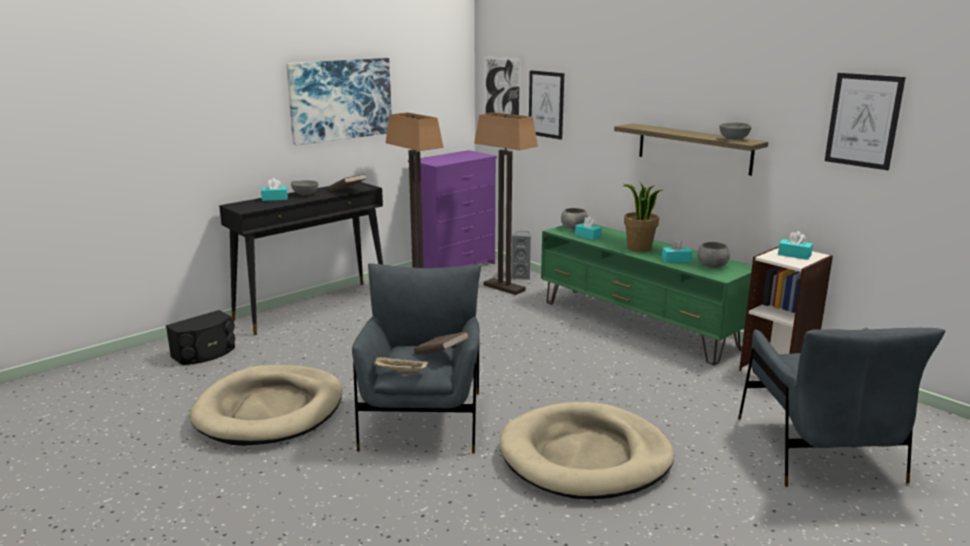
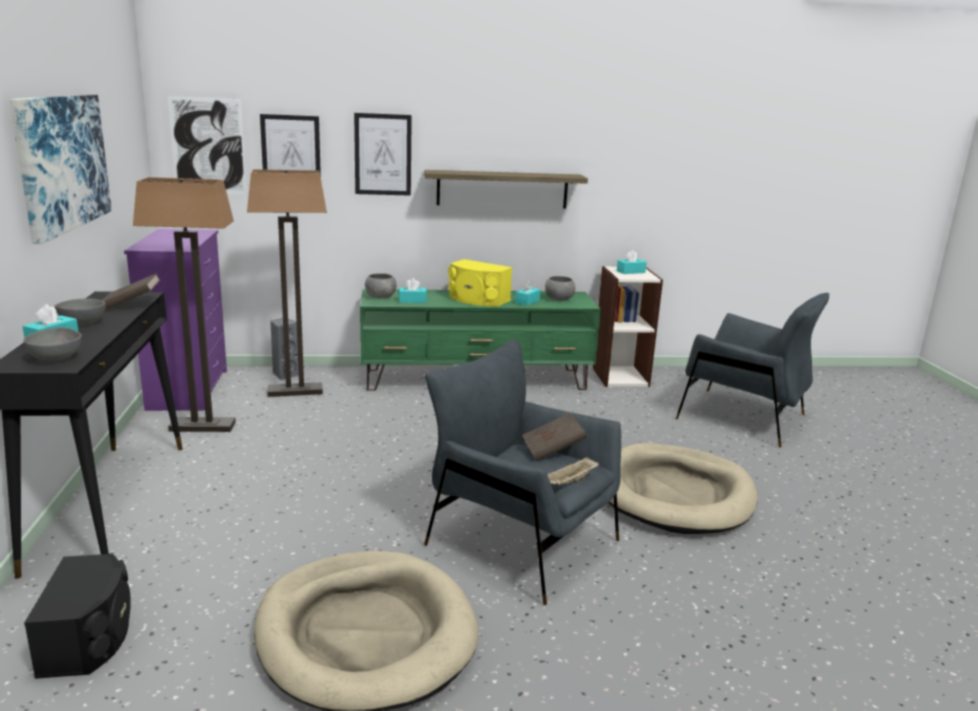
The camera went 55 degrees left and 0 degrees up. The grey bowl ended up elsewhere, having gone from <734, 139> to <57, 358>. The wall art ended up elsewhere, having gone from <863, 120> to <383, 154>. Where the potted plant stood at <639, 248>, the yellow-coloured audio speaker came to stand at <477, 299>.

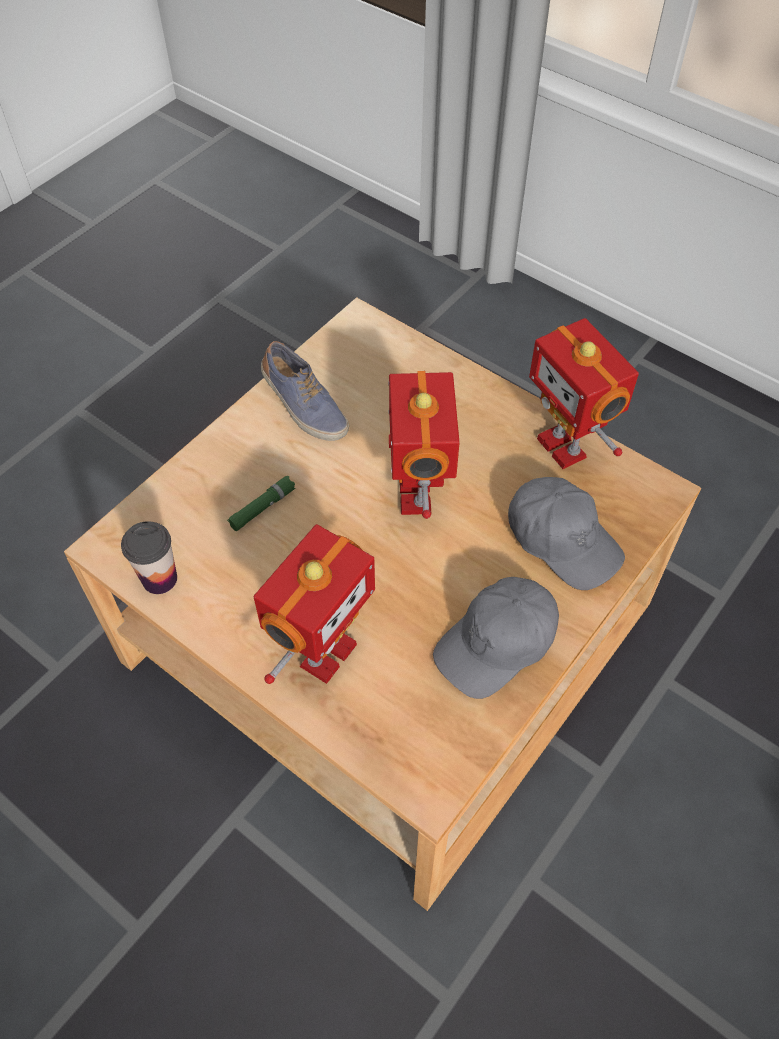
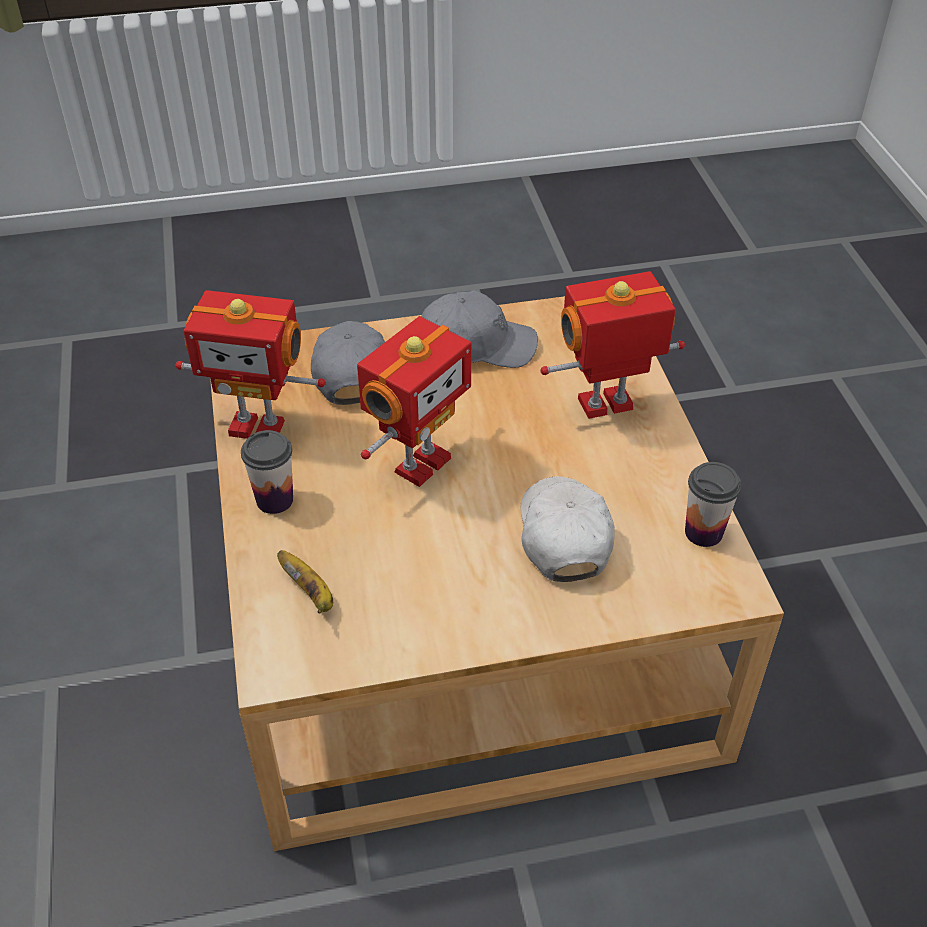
The camera went 140 degrees left and 10 degrees down. The second view lost the low shoe at <303, 406>. The second view gained the drinking cup at <274, 500>. The second view gained the banana fruit at <310, 593>. Where the green torch stood at <262, 507>, the whitish baseball cap came to stand at <564, 536>. The toy robot at <564, 446> ended up facing another way, 90 degrees clockwise from before.

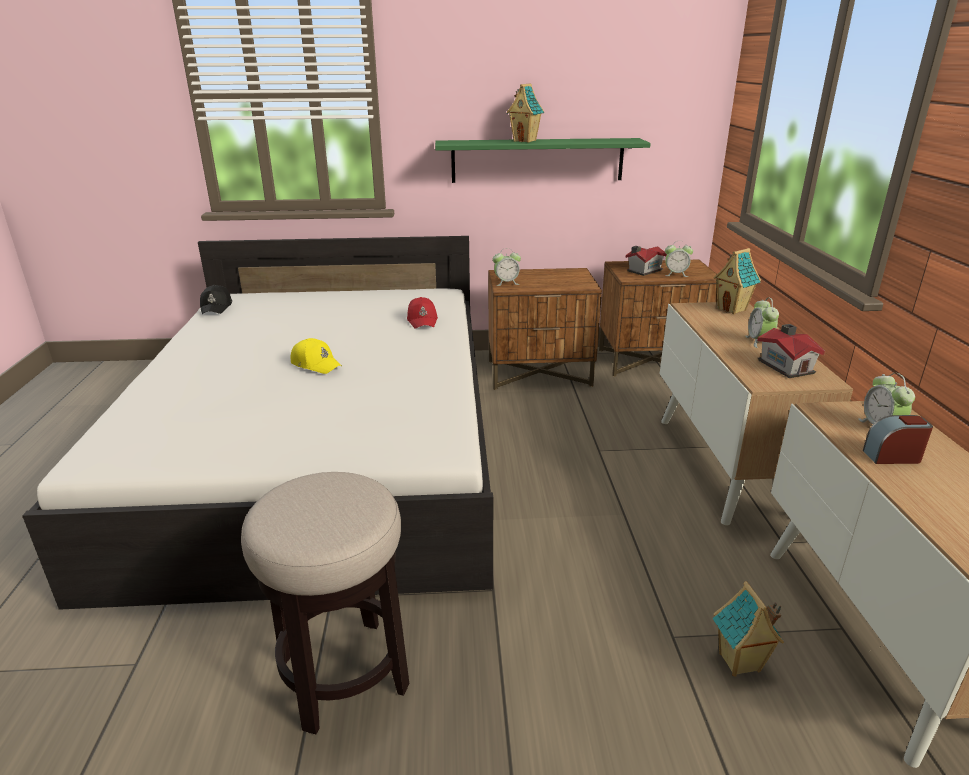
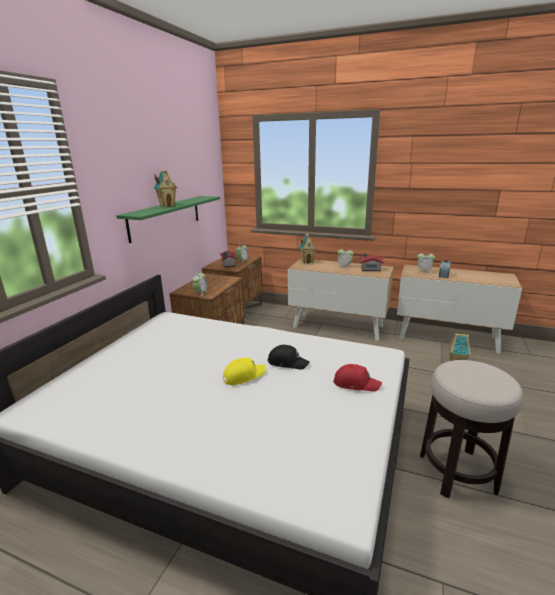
The camera went 65 degrees left and 5 degrees down. The black baseball cap ended up elsewhere, having gone from <217, 307> to <287, 362>. The red-coloured baseball cap ended up elsewhere, having gone from <422, 320> to <356, 383>.

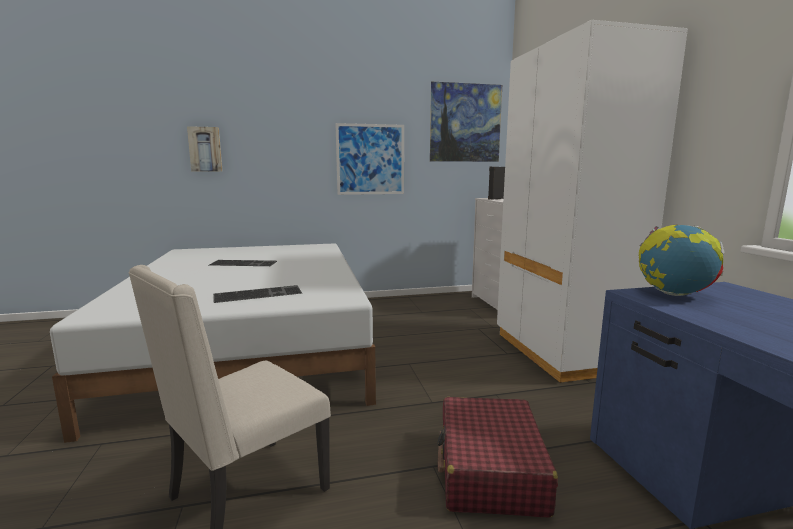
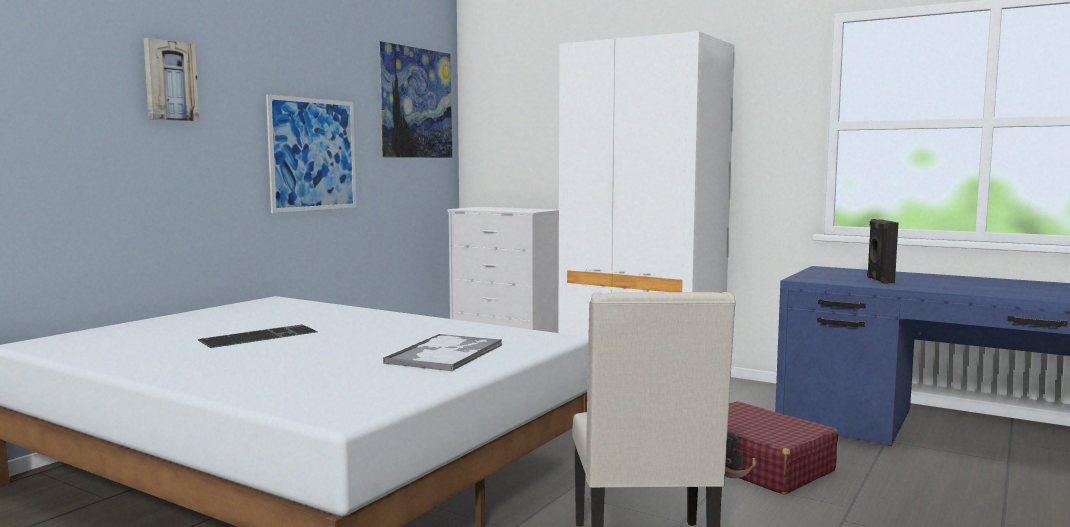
The camera went 45 degrees left and 5 degrees down. The second view lost the desk globe at <674, 294>. The wall art ended up elsewhere, having gone from <205, 149> to <170, 81>. The black audio speaker ended up elsewhere, having gone from <496, 199> to <879, 280>. Where the computer keyboard stood at <259, 293>, the tray came to stand at <446, 354>.

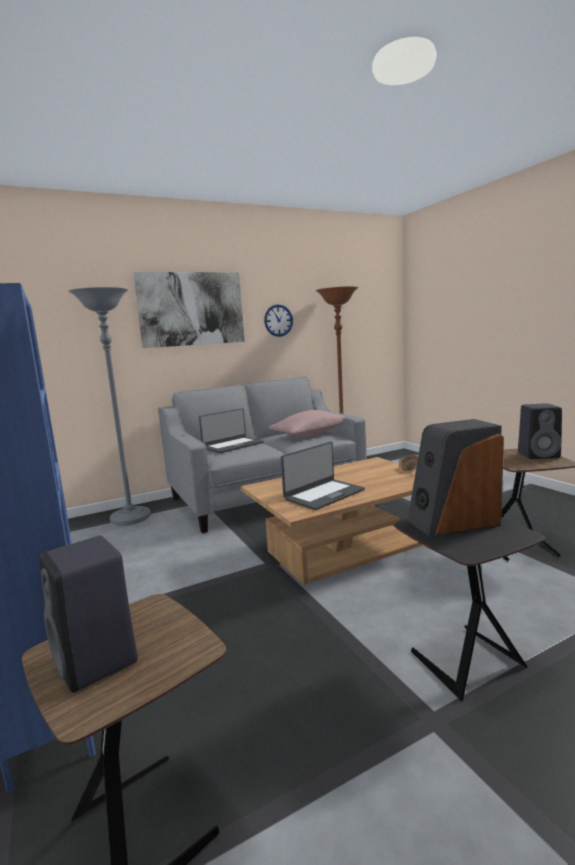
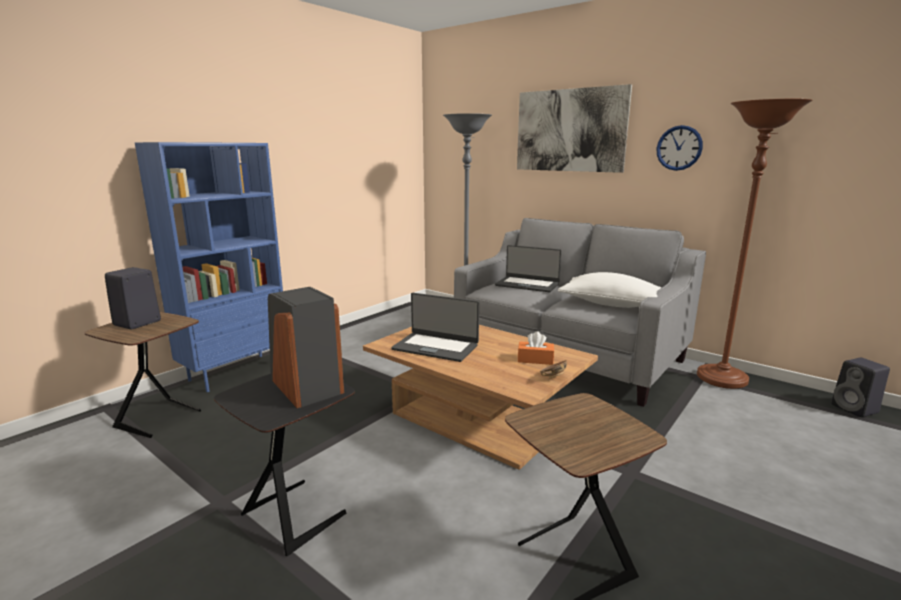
The camera went 65 degrees right and 5 degrees up. The second view gained the orange-coloured tissue box at <535, 360>. The black audio speaker ended up elsewhere, having gone from <539, 455> to <856, 409>. What was the pink-coloured throw pillow at <310, 434> turned into the whitish throw pillow at <611, 304>.

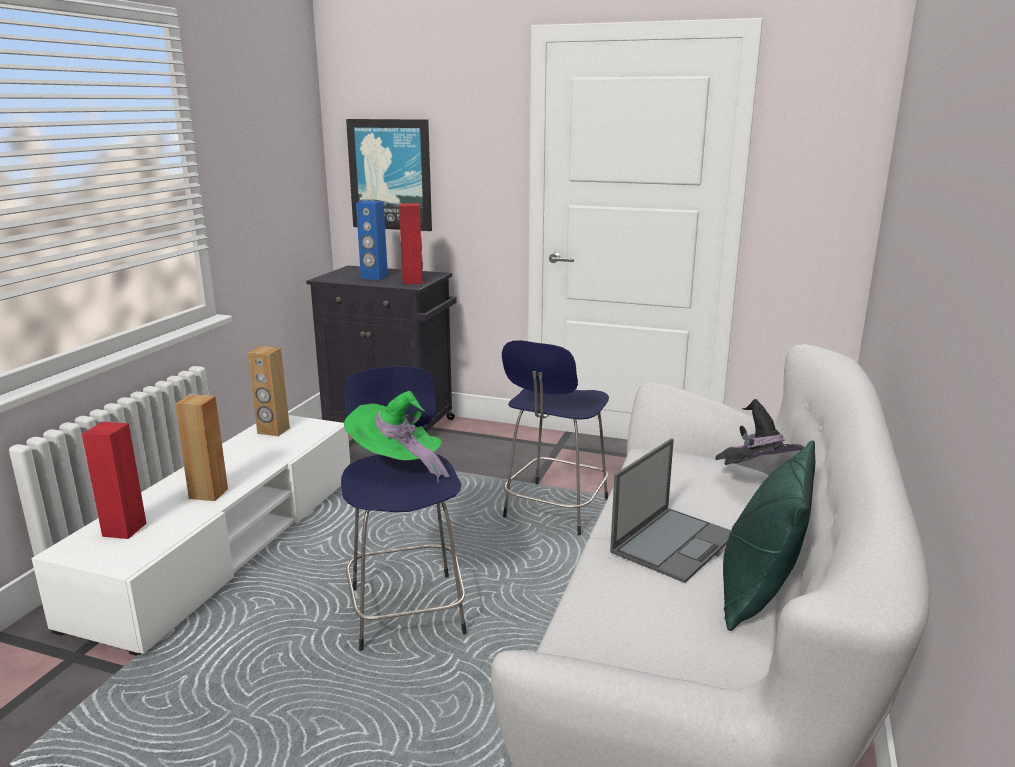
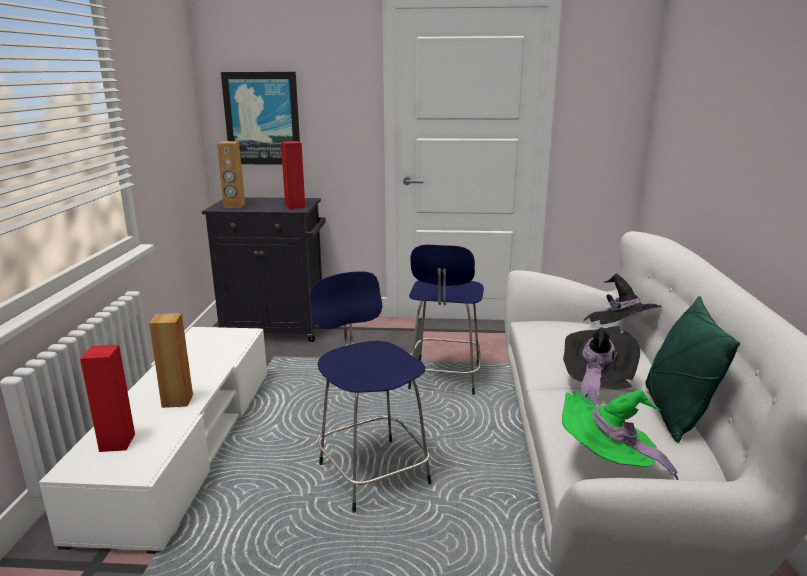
The camera went 15 degrees left and 0 degrees up. The second view lost the blue-coloured audio speaker at <374, 277>. The brown-coloured audio speaker ended up elsewhere, having gone from <273, 431> to <234, 206>. The green wearable hat ended up elsewhere, having gone from <397, 464> to <608, 464>. Where the portable computer stood at <674, 543>, the black wearable hat came to stand at <595, 386>.

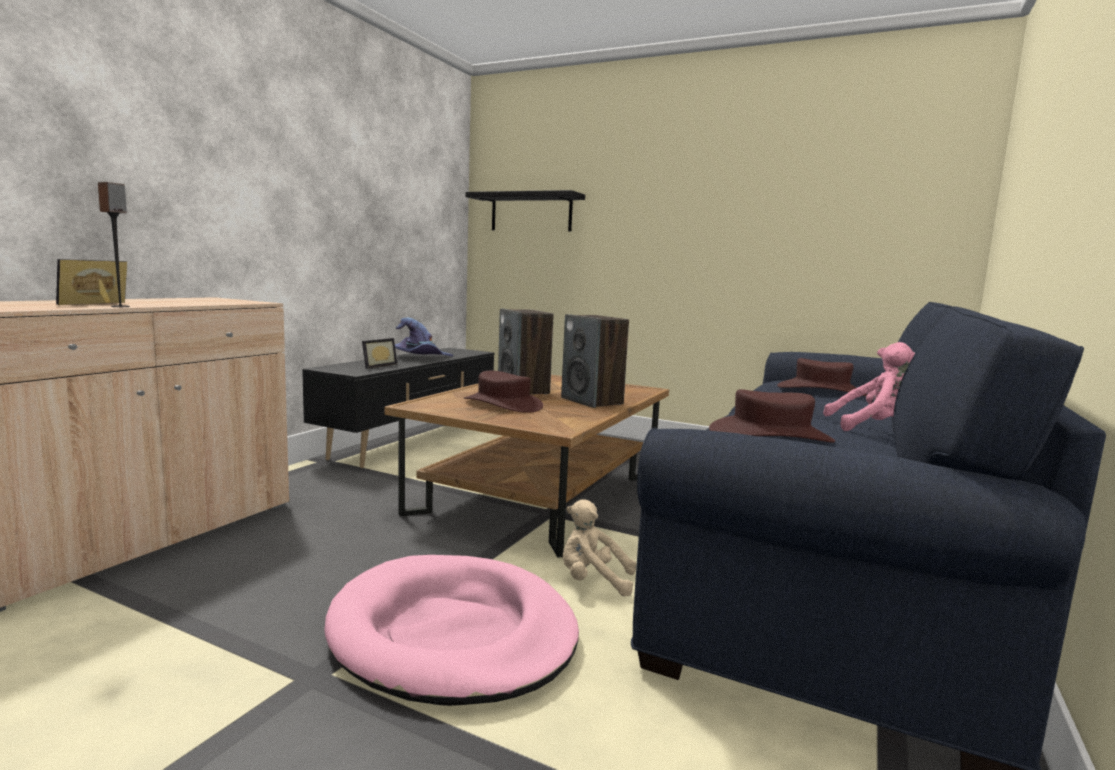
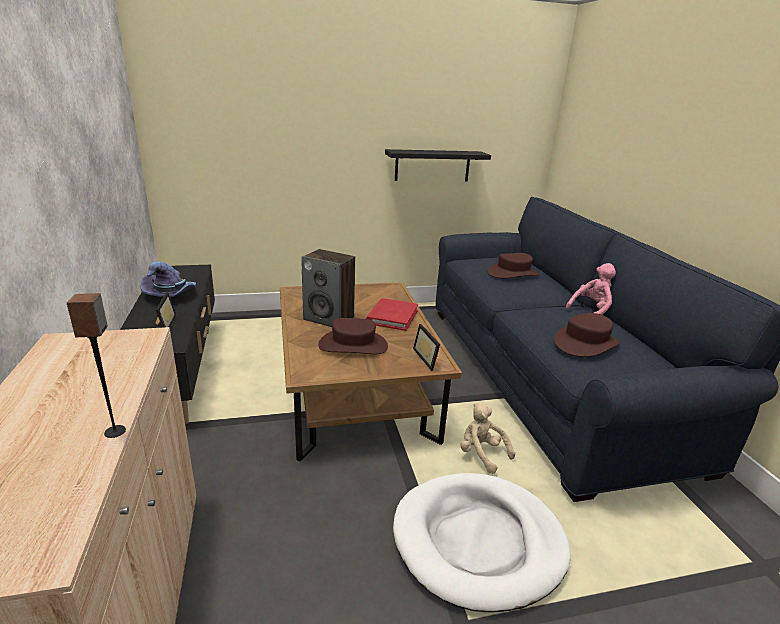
The camera went 40 degrees left and 15 degrees up. The standing frame ended up elsewhere, having gone from <100, 304> to <429, 358>. The black bracket shelf ended up elsewhere, having gone from <531, 213> to <432, 165>. Where the audio speaker stood at <592, 401>, the red-coloured bound book came to stand at <392, 317>. What was the pink-coloured dog bed at <453, 634> turned into the whitish dog bed at <478, 541>. The sand-coloured soft toy at <593, 581> ended up facing another way, 75 degrees clockwise from before.

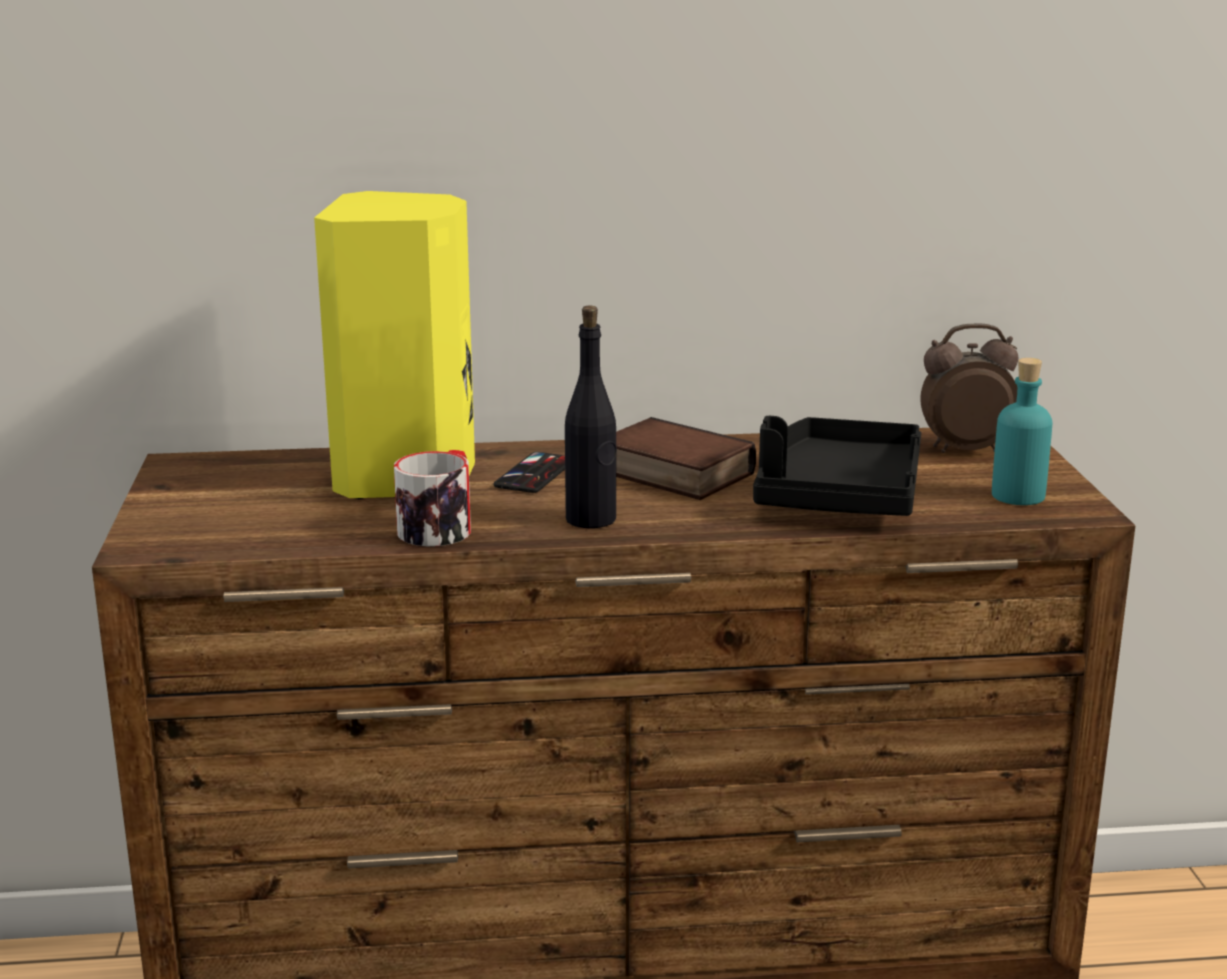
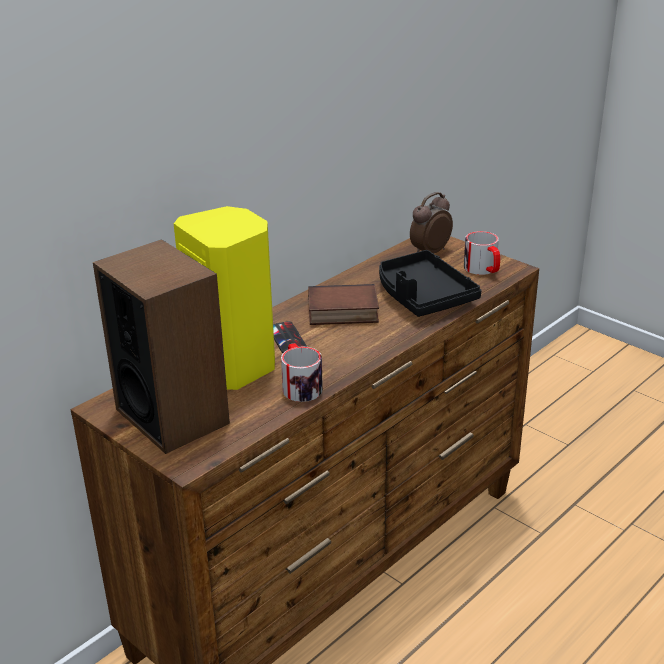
The camera went 40 degrees left and 10 degrees up. The second view lost the black drink bottle at <591, 520>. The second view gained the audio speaker at <172, 416>. Where the turquoise drink bottle stood at <1017, 496>, the mug came to stand at <483, 269>.

